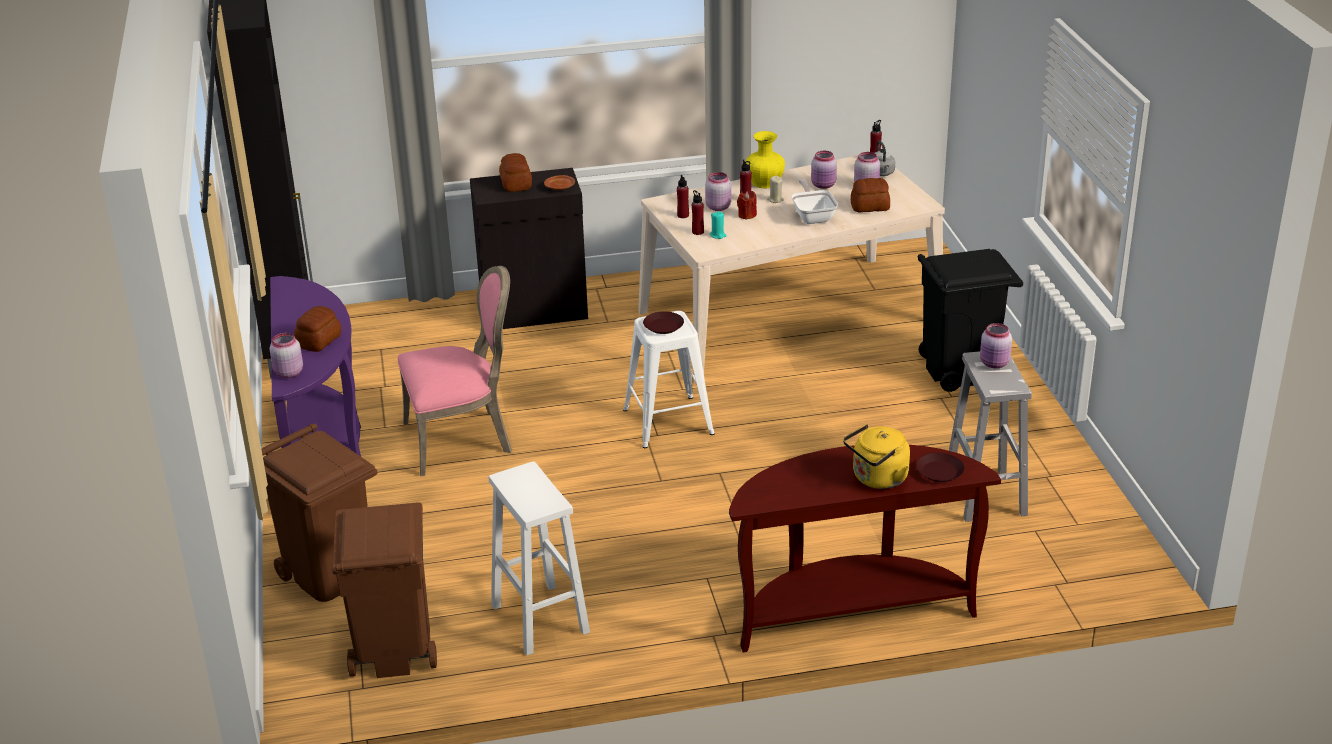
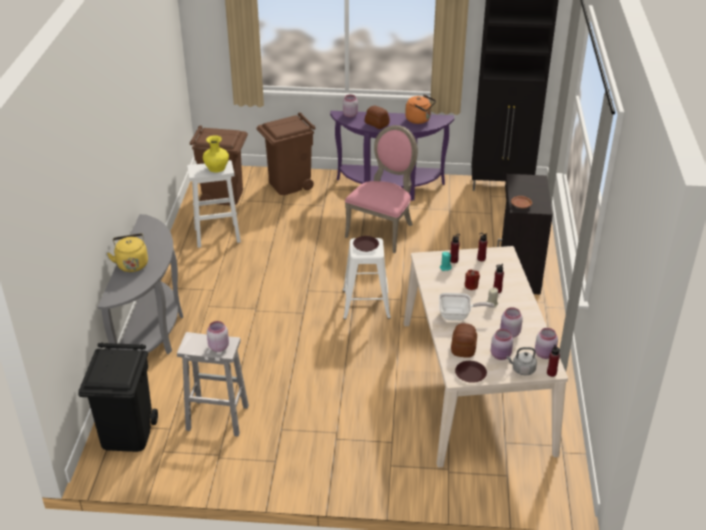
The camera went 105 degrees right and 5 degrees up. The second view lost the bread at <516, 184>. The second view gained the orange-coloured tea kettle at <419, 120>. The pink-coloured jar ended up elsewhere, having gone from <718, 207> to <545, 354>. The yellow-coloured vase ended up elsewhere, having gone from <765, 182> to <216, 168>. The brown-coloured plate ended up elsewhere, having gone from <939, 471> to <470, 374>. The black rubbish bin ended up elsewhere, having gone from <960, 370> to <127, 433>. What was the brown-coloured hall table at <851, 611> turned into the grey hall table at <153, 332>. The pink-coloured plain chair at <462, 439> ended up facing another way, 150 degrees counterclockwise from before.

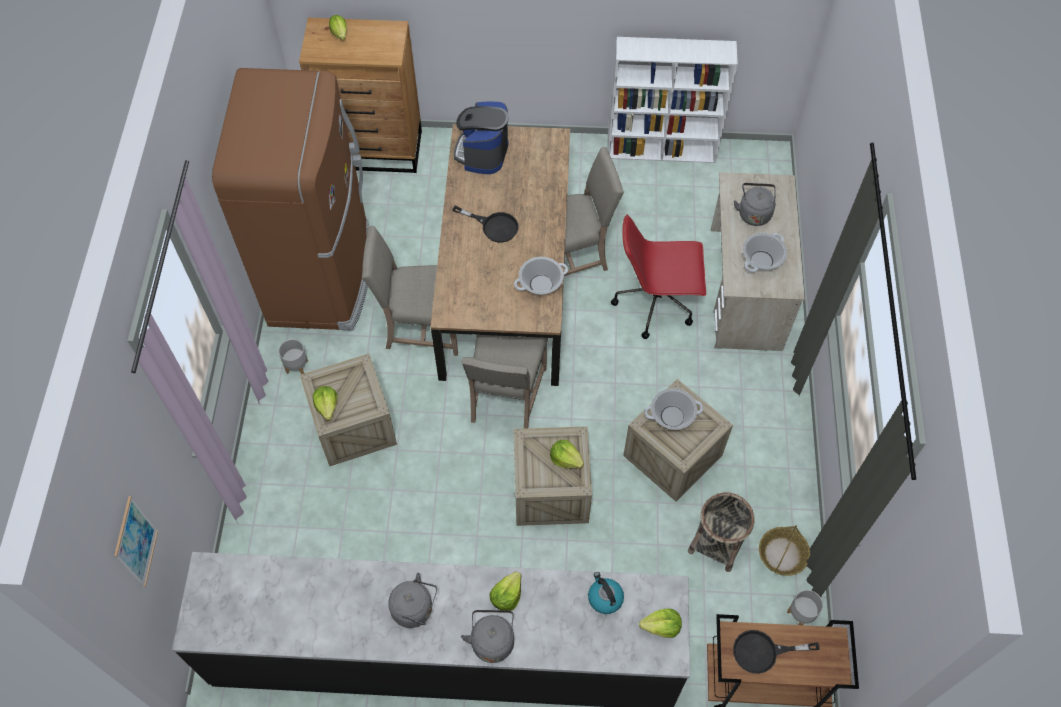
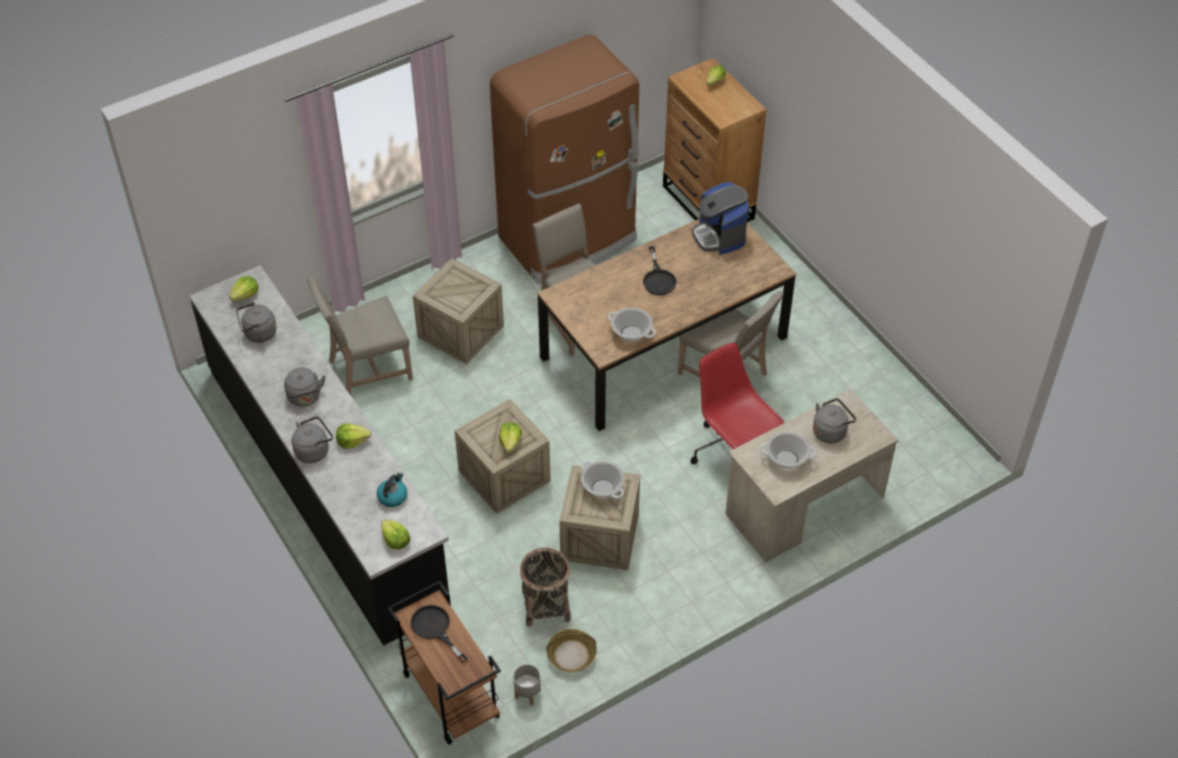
The camera went 55 degrees right and 10 degrees down. The second view lost the wall art at <136, 542>. The second view lost the grey planter at <296, 366>. The second view lost the whitish shelving unit at <662, 149>. The second view gained the grey tea kettle at <258, 334>. The lettuce ended up elsewhere, having gone from <327, 406> to <245, 295>. The sand-coloured plain chair ended up elsewhere, having gone from <506, 396> to <367, 369>. The coffee maker at <482, 153> ended up facing another way, 90 degrees counterclockwise from before.

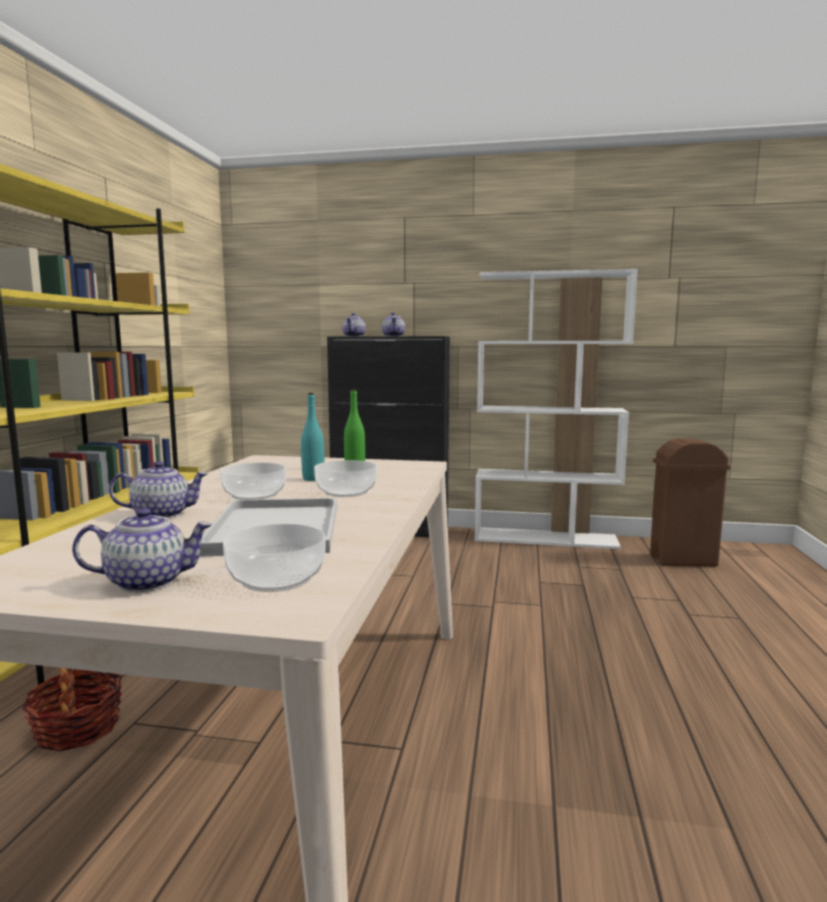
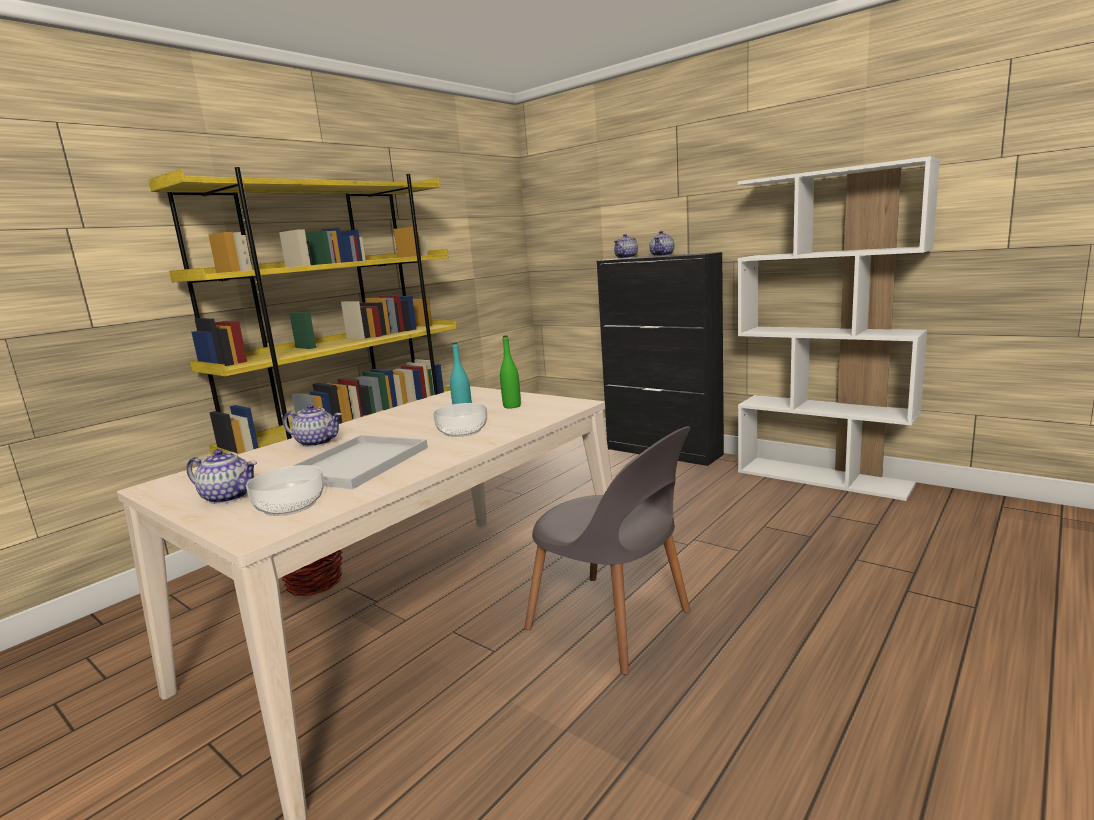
The camera went 30 degrees right and 5 degrees up. The second view lost the bowl at <254, 495>. The second view lost the brown-coloured rubbish bin at <682, 560>. The second view gained the grey plain chair at <613, 623>.

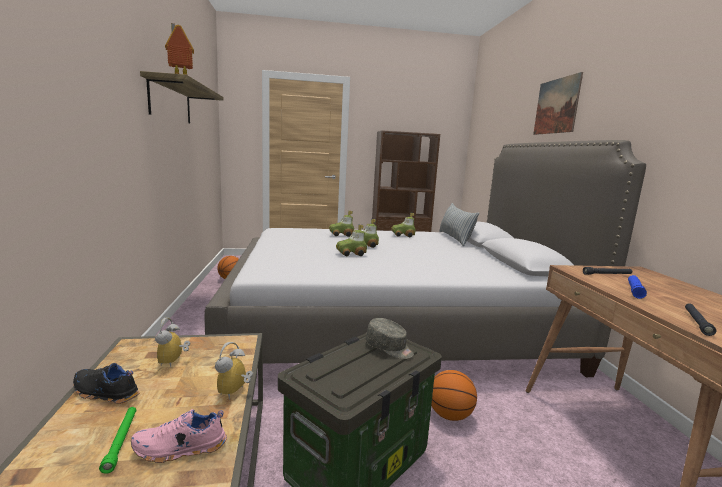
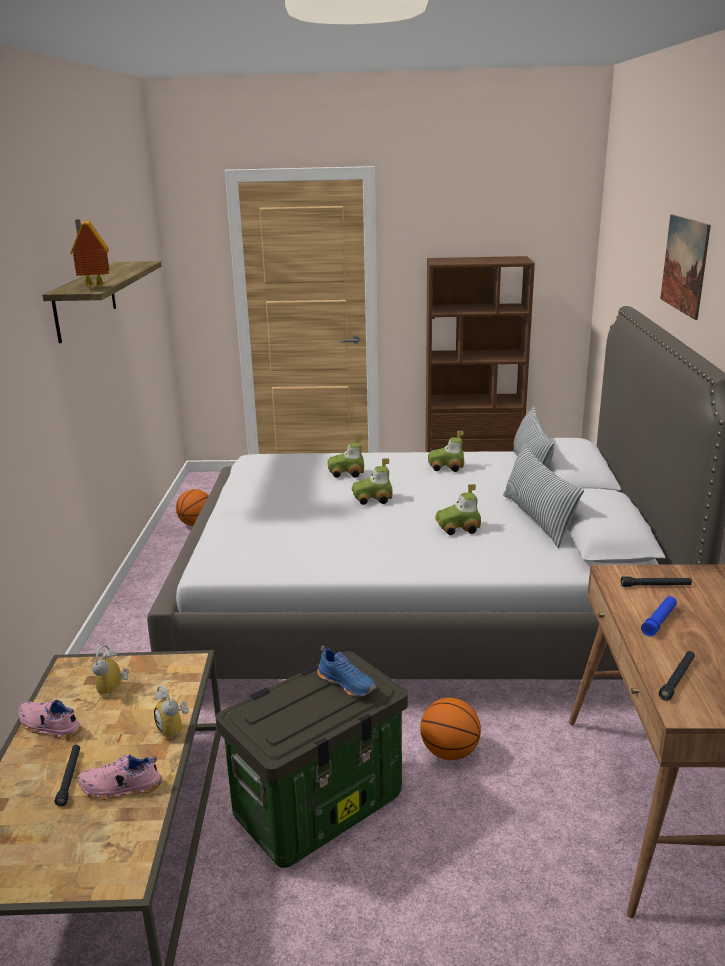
The camera went 10 degrees right and 10 degrees up. The second view gained the throw pillow at <538, 519>. The miniature car ended up elsewhere, having gone from <351, 254> to <458, 528>. Where the grey baseball cap stood at <389, 348>, the blue-coloured low shoe came to stand at <347, 683>. What was the black low shoe at <105, 393> turned into the pink-coloured low shoe at <49, 727>. What was the green torch at <121, 441> turned into the black torch at <69, 778>. The alarm clock at <235, 392> ended up facing another way, 60 degrees counterclockwise from before.

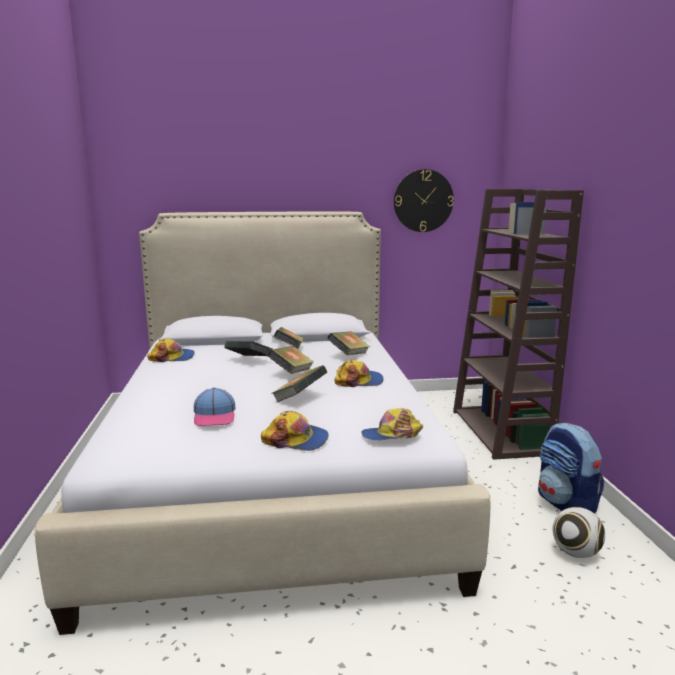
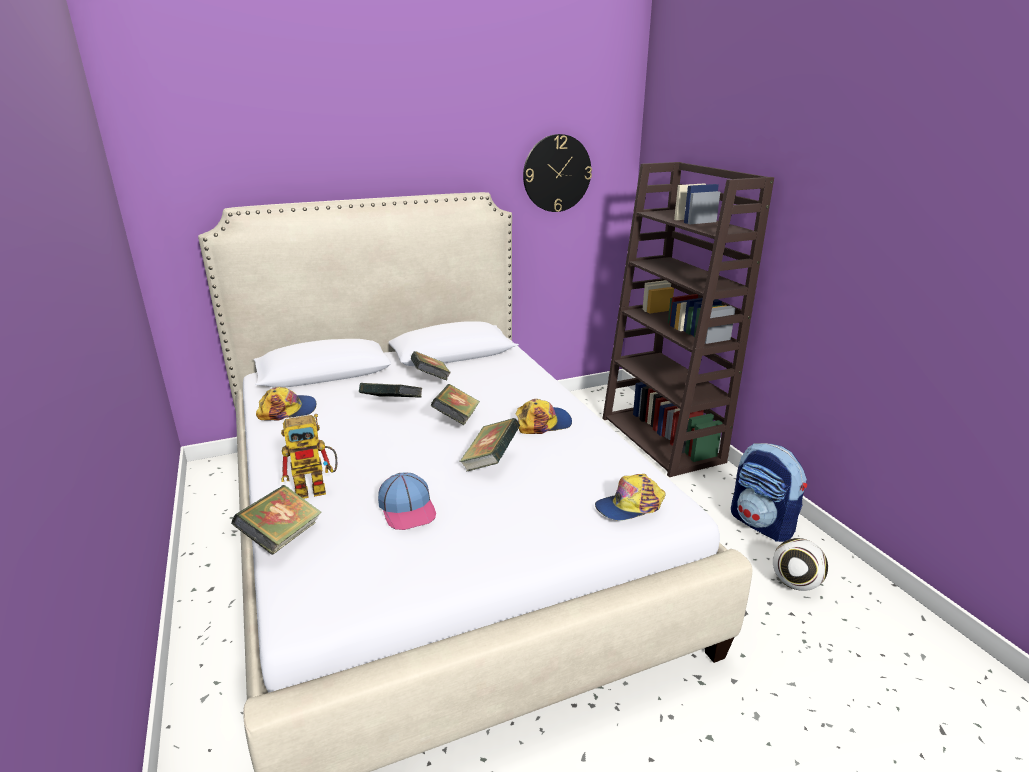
The camera went 15 degrees left and 10 degrees up. The second view lost the baseball cap at <296, 440>. The second view gained the toy robot at <317, 488>. The bound book ended up elsewhere, having gone from <349, 355> to <282, 538>.

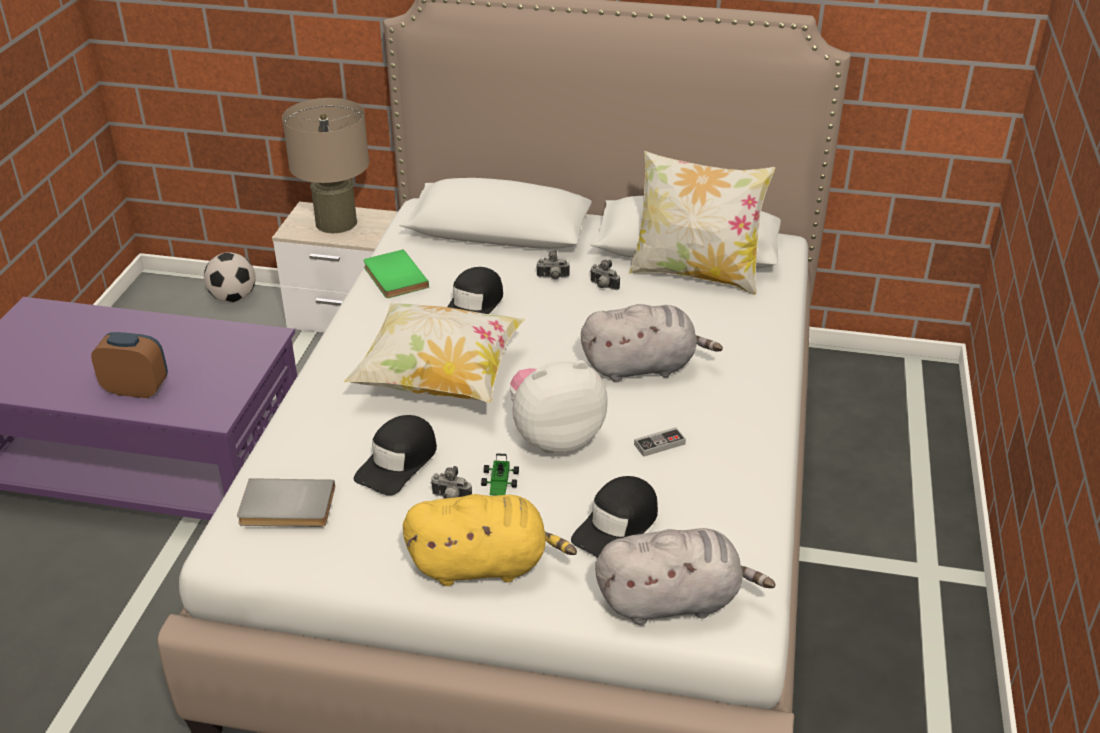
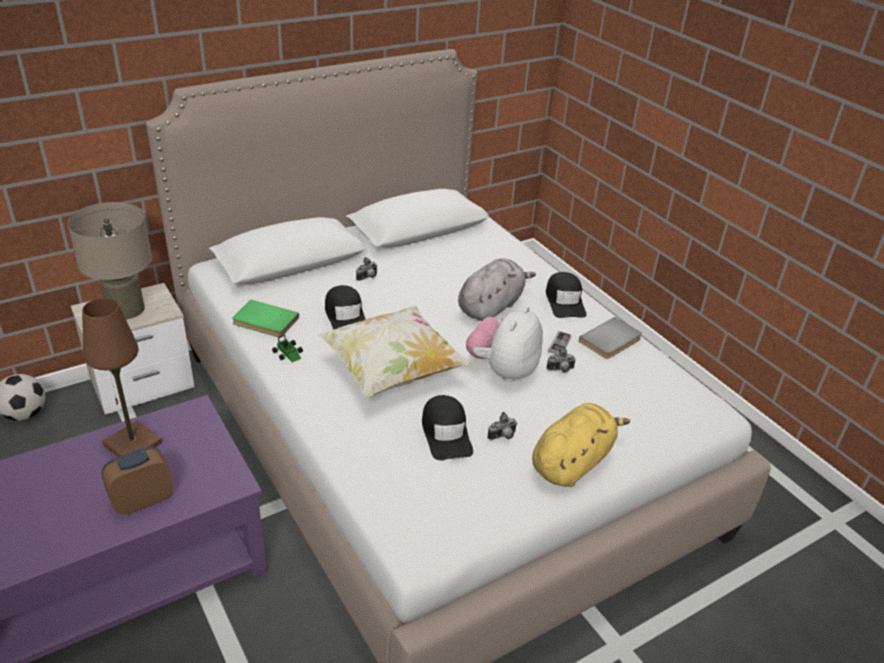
The camera went 45 degrees left and 0 degrees up. The second view lost the grey soft toy at <673, 601>. The second view lost the throw pillow at <695, 273>. The second view gained the brown-coloured tabletop lamp at <133, 444>. The grey bound book ended up elsewhere, having gone from <286, 508> to <611, 341>. The miniature car ended up elsewhere, having gone from <499, 482> to <289, 353>. The black baseball cap ended up elsewhere, having gone from <617, 526> to <565, 301>. The still camera ended up elsewhere, having gone from <603, 286> to <560, 370>.

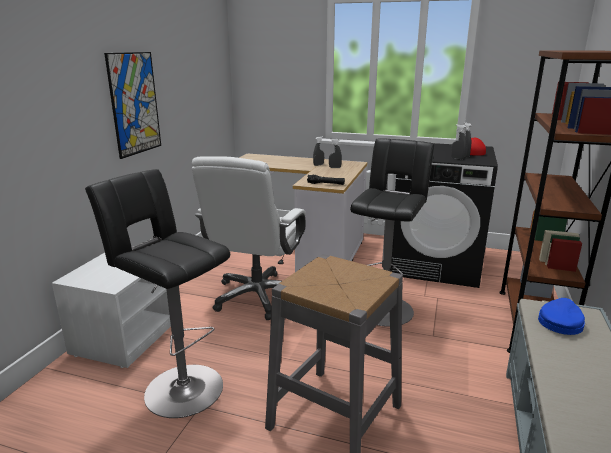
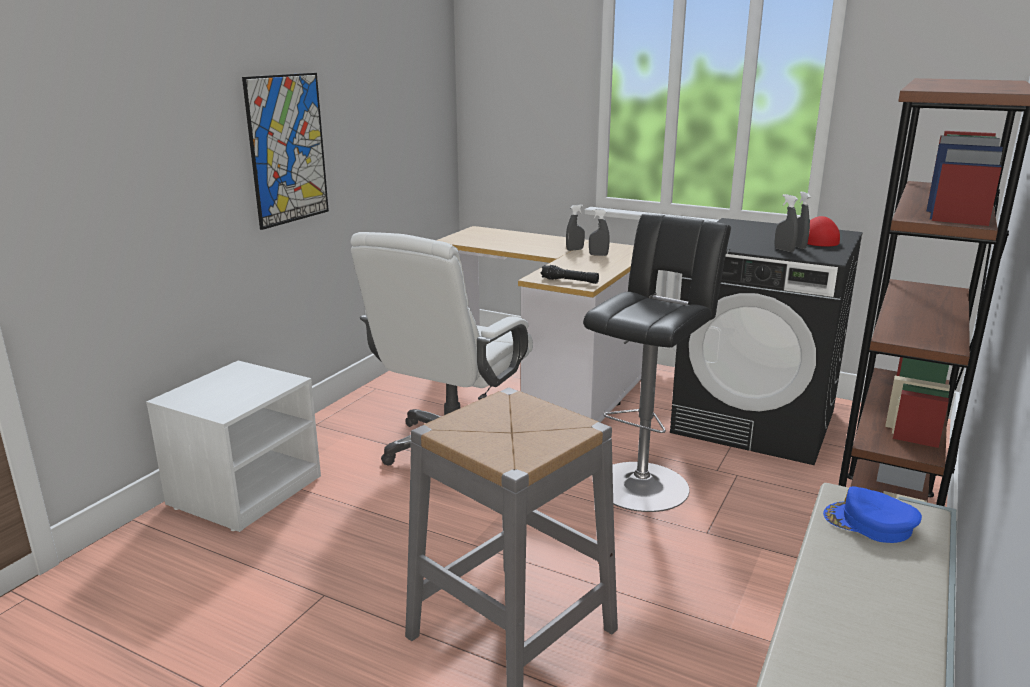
The camera went 10 degrees right and 0 degrees up. The second view lost the black stool at <179, 387>. The blue-coloured baseball cap at <560, 322> ended up facing another way, 105 degrees counterclockwise from before.

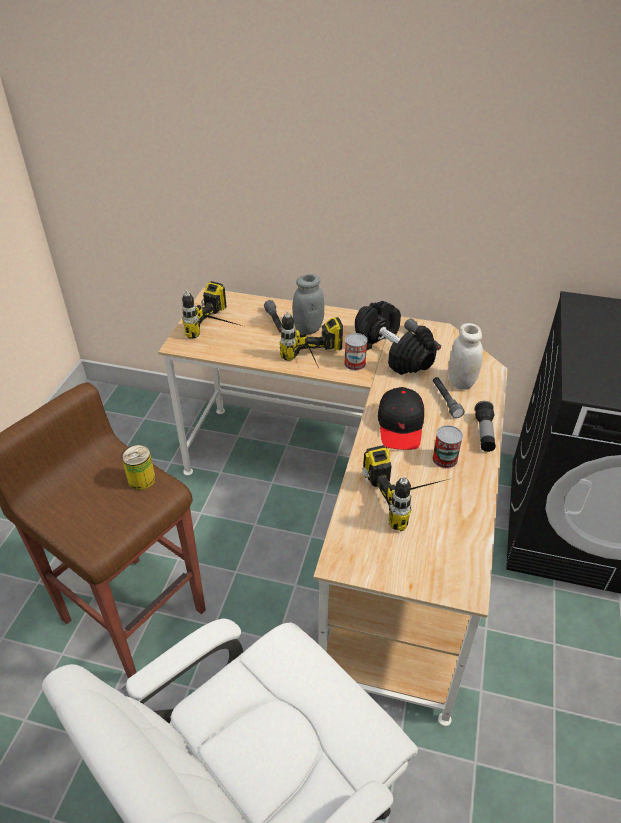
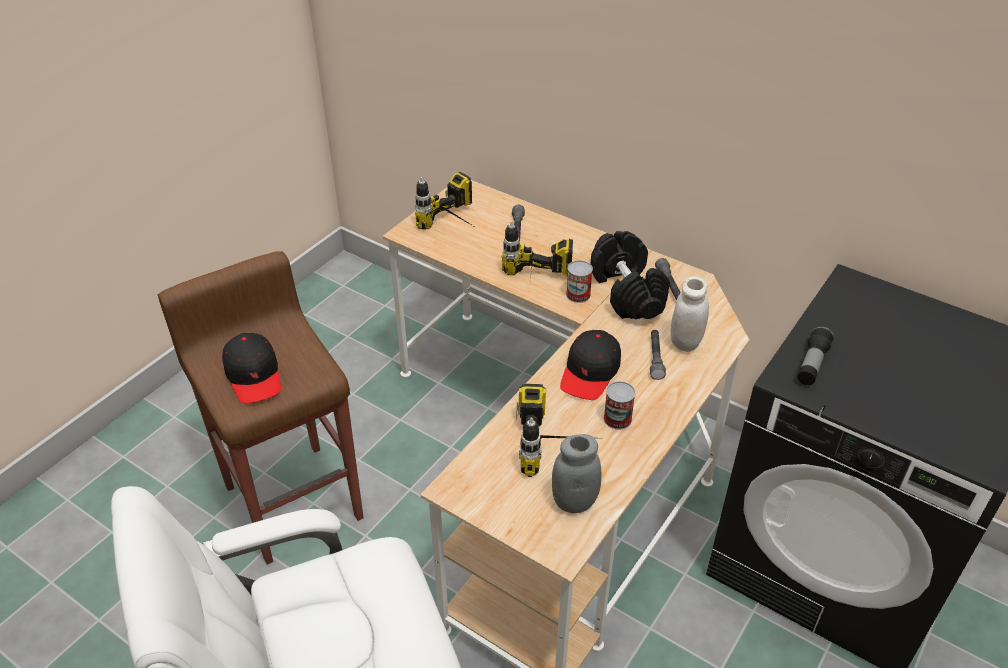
The camera went 20 degrees right and 0 degrees up. The second view lost the can at <141, 479>. The second view gained the black baseball cap at <254, 375>. The grey jar ended up elsewhere, having gone from <308, 329> to <574, 501>. The torch ended up elsewhere, having gone from <484, 433> to <811, 364>.

